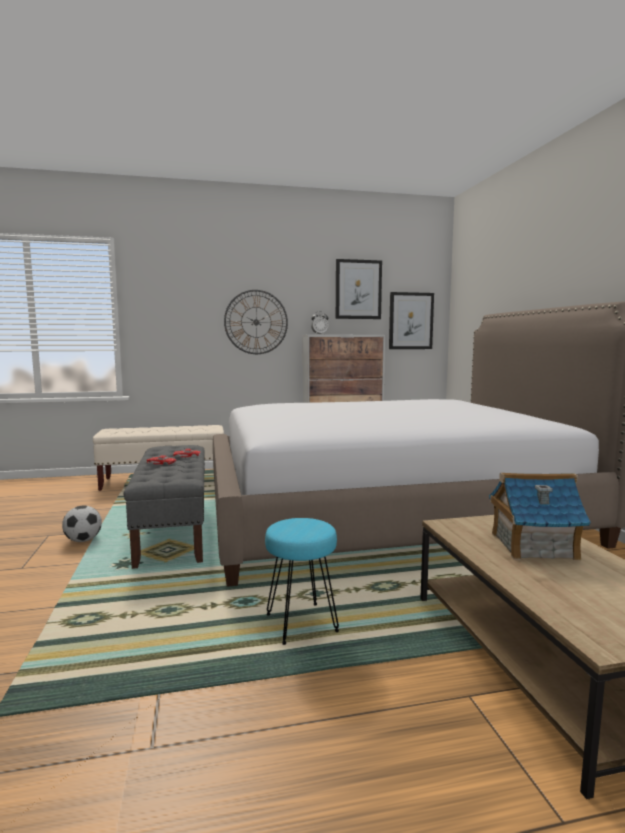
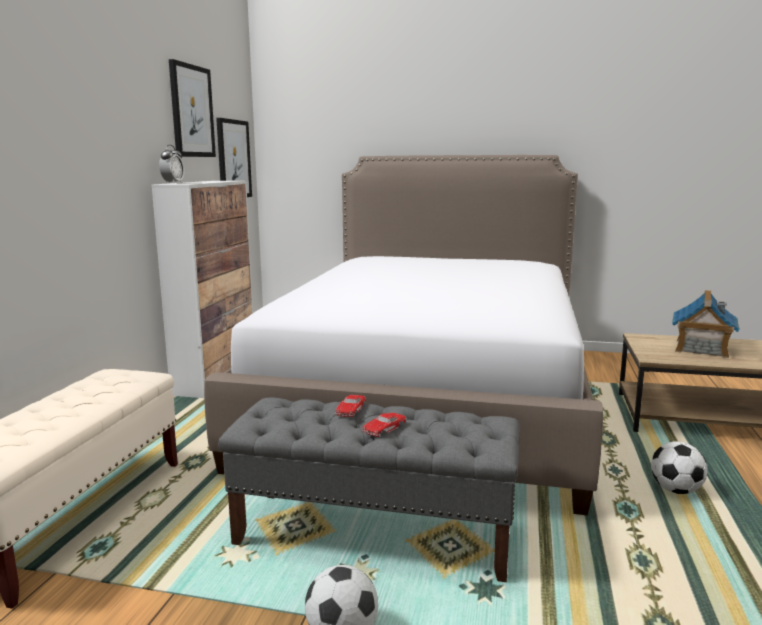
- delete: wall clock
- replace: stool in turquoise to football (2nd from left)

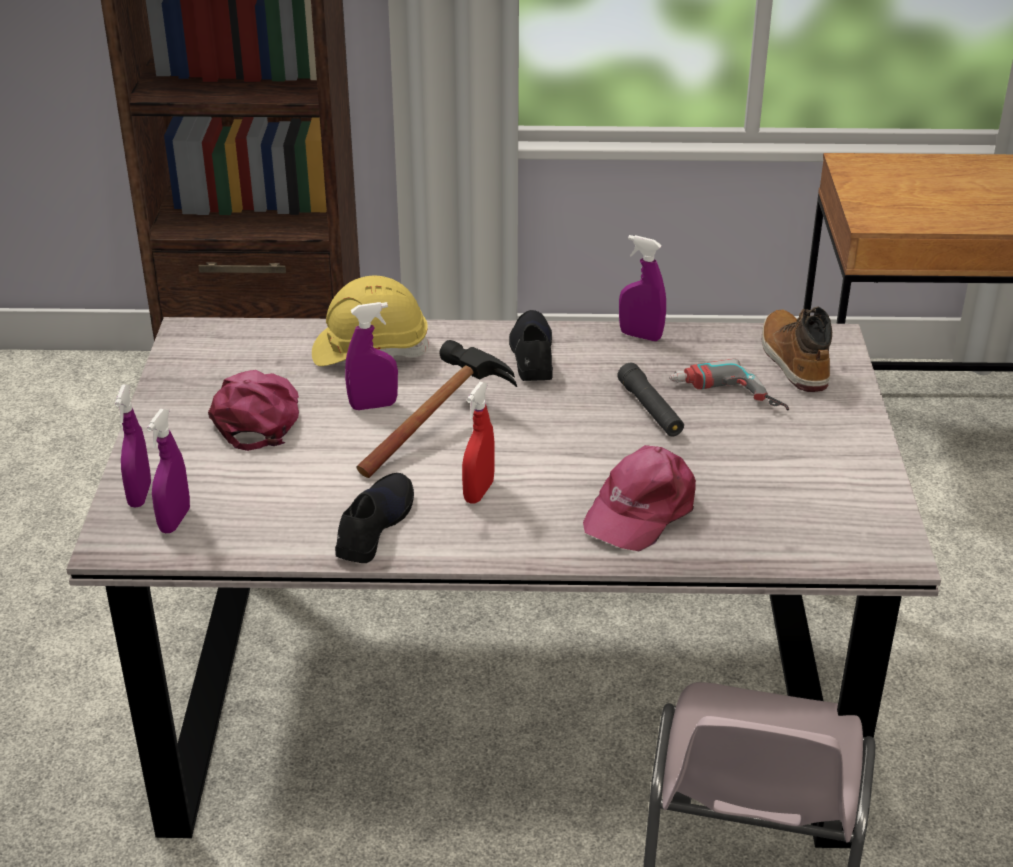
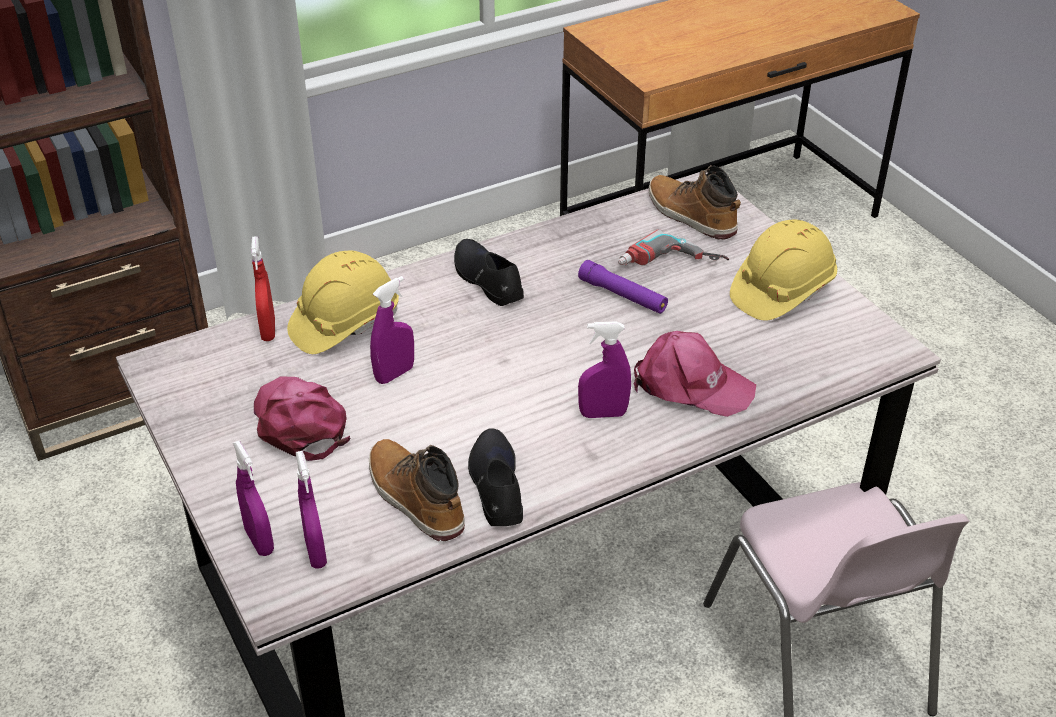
- delete: hammer
- insert: boot (1st from left)
- insert: hard hat in yellow (2nd from left)
- move: spray bottle in red
- move: spray bottle in purple (4th from left)
- recolor: flashlight in black to flashlight in purple
- rotate: cap in pink (2nd from left) 75 degrees counterclockwise

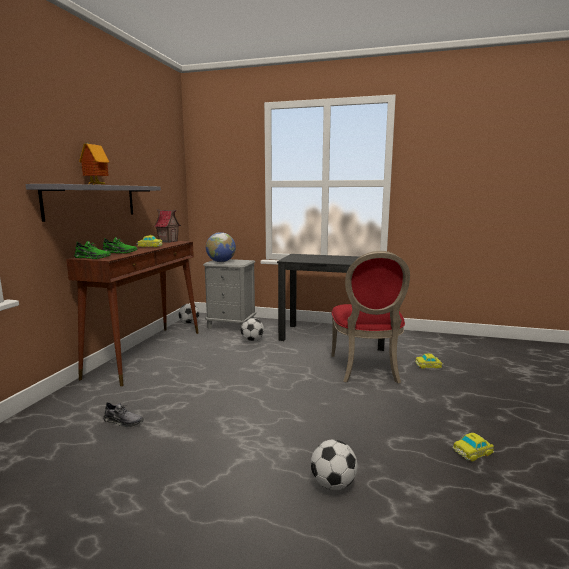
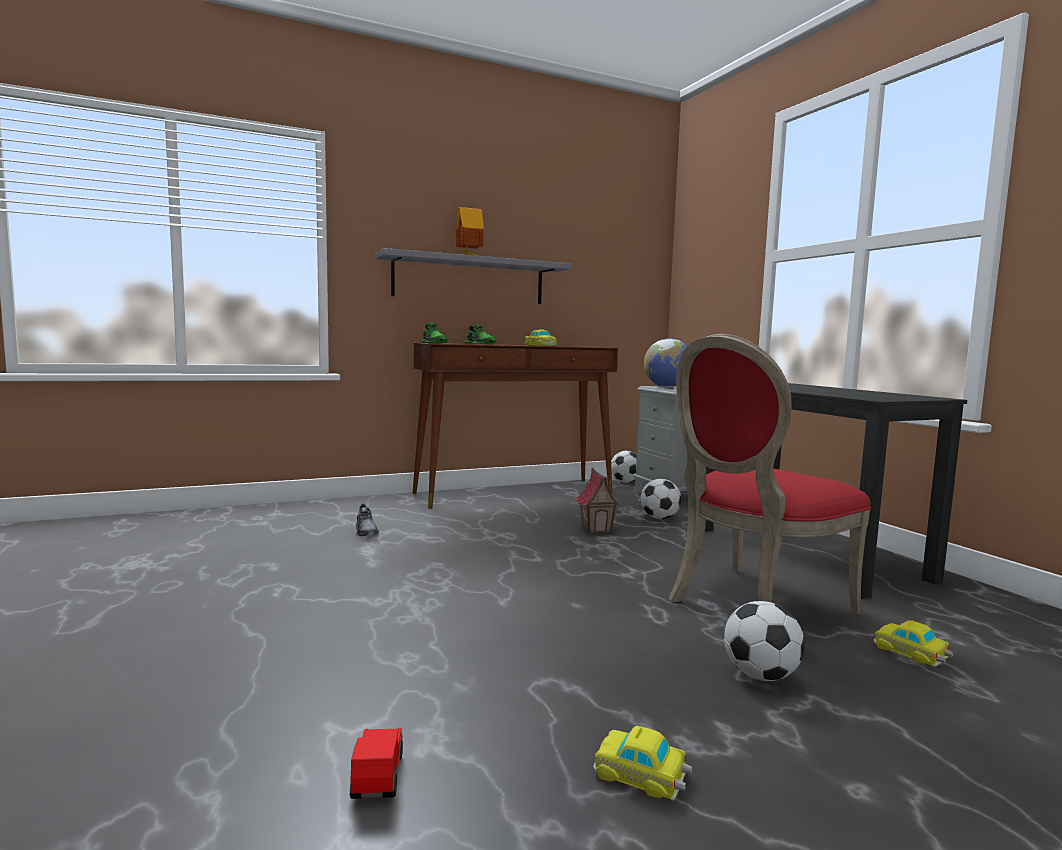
- insert: toy car (1st from left)
- move: toy house (2nd from left)
- move: football (3rd from left)

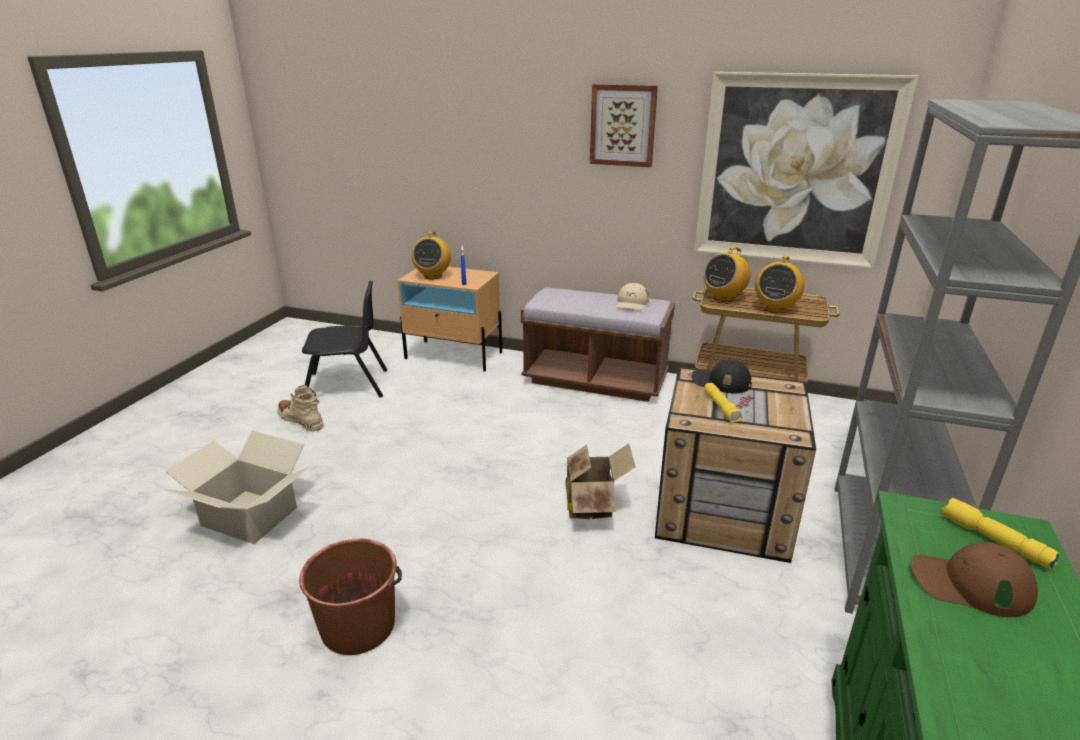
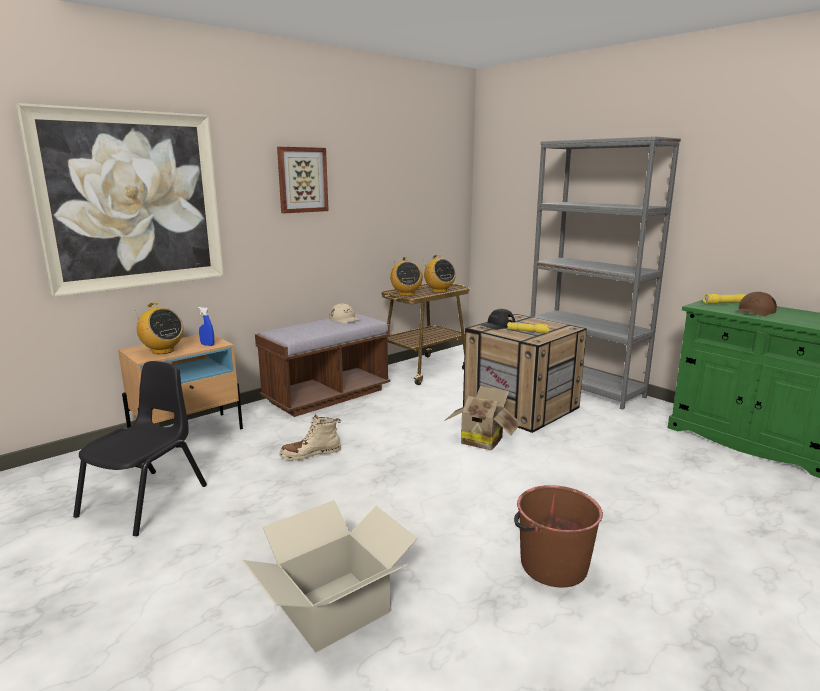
- move: boot in beige
- move: picture (2nd from left in the first image) to picture (1st from left)

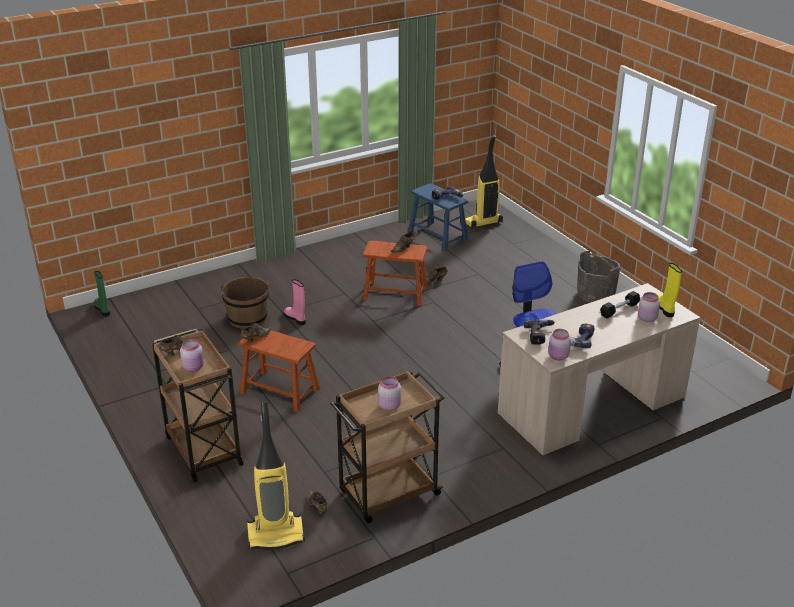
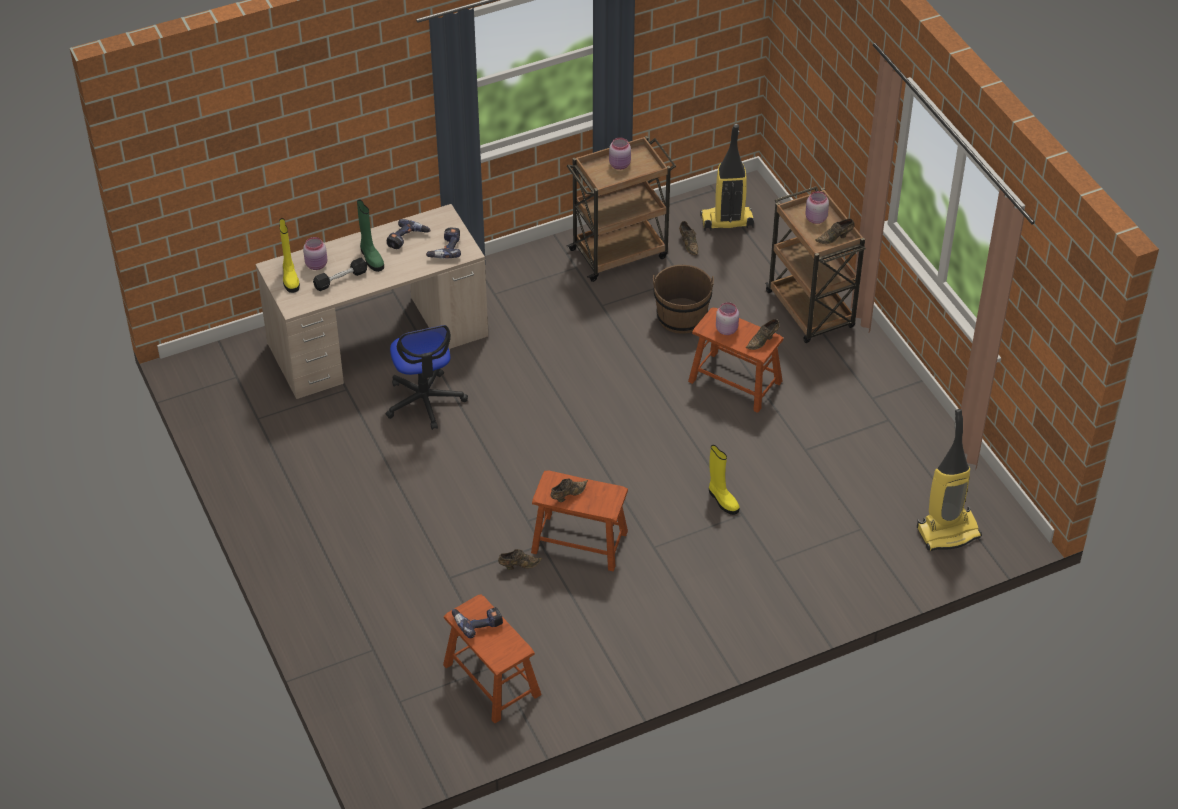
- delete: bucket in grey
- move: boot in green
- move: bucket in brown
- move: vacuum cleaner (2nd from left)
- move: jar in pink (3rd from left)
- recolor: boot in pink to boot in yellow (2nd from left)
- recolor: stool in blue to stool in brown (1st from left)

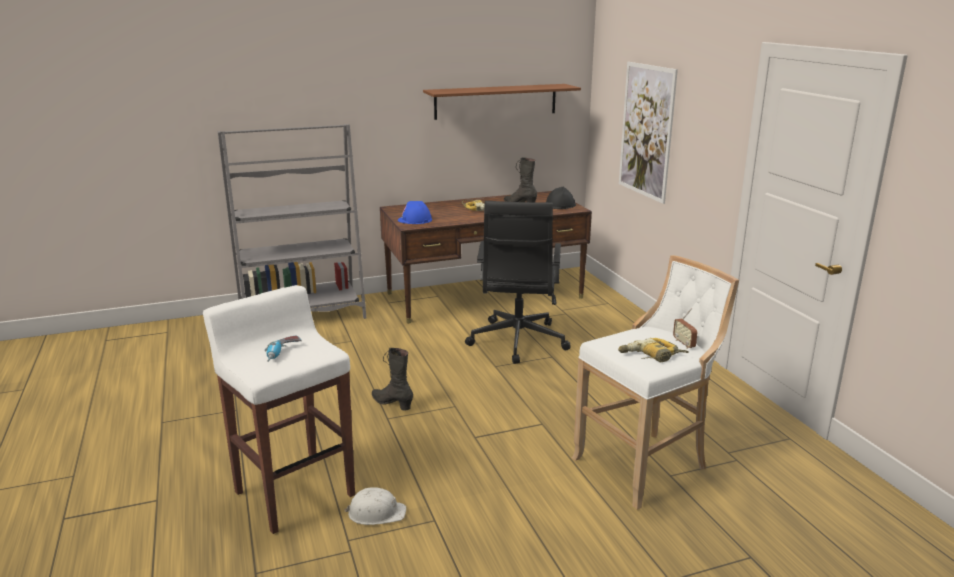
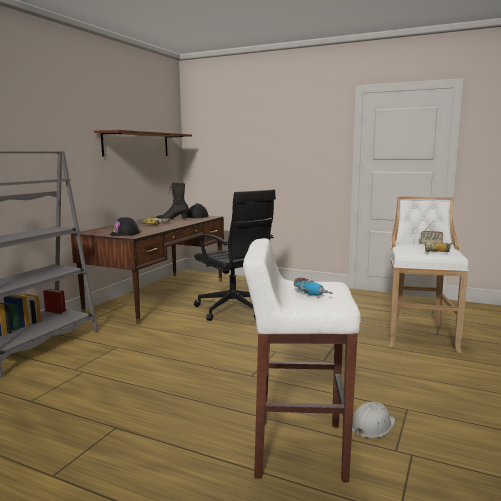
- delete: boot in black (1st from left)
- delete: picture
- recolor: hard hat in blue to hard hat in black (1st from left)

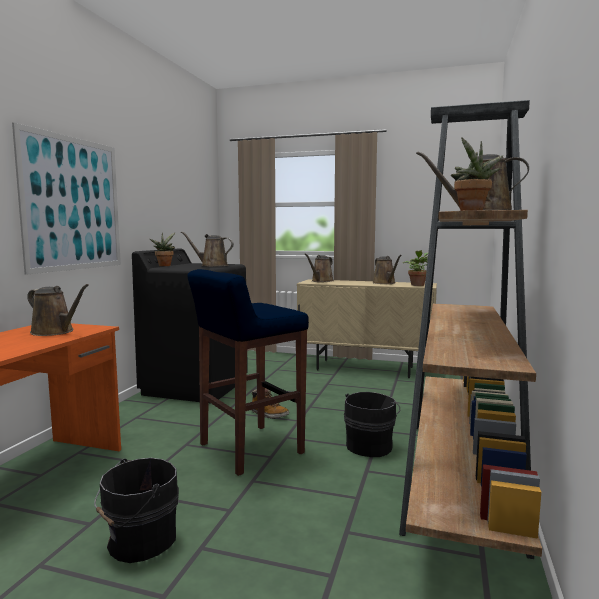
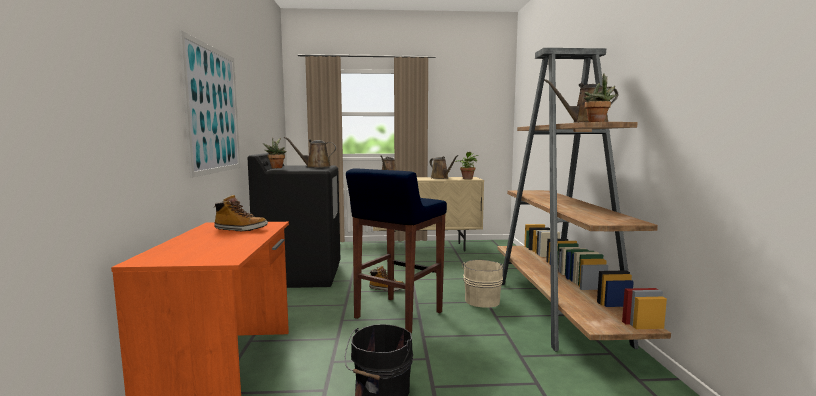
- replace: watering can in brown (1st from left) to boot (1st from left)
- recolor: bucket in black (2nd from left) to bucket in beige

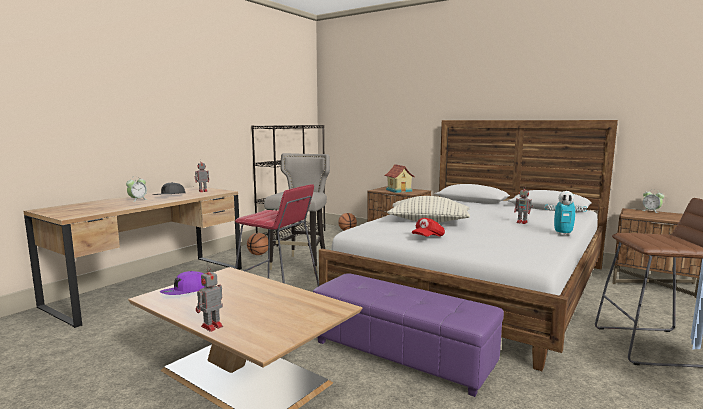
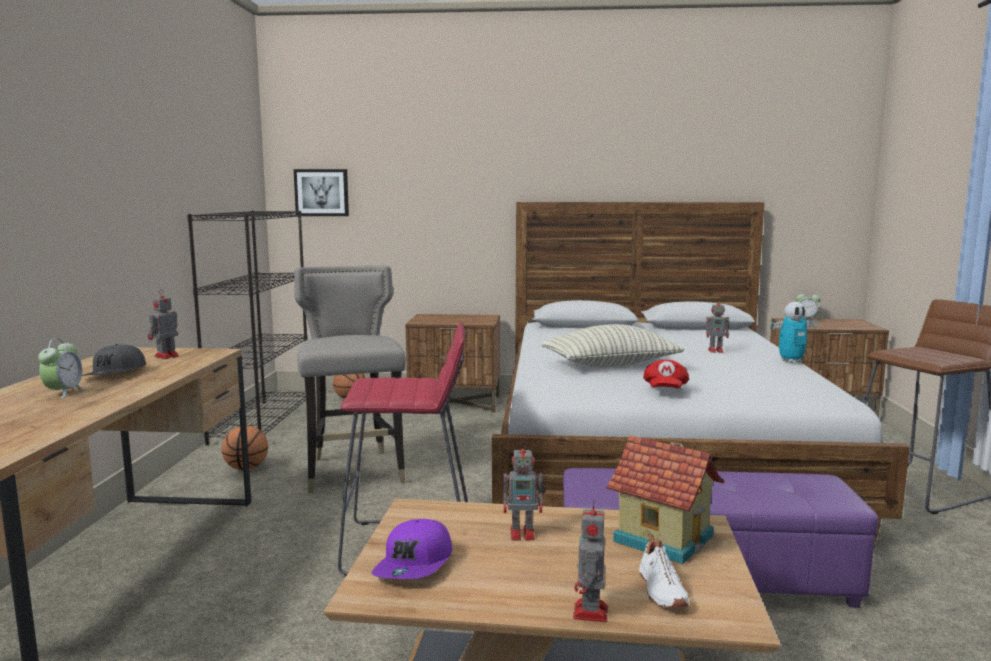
- insert: picture
- insert: toy robot (2nd from left)
- insert: shoe in white
- move: toy house

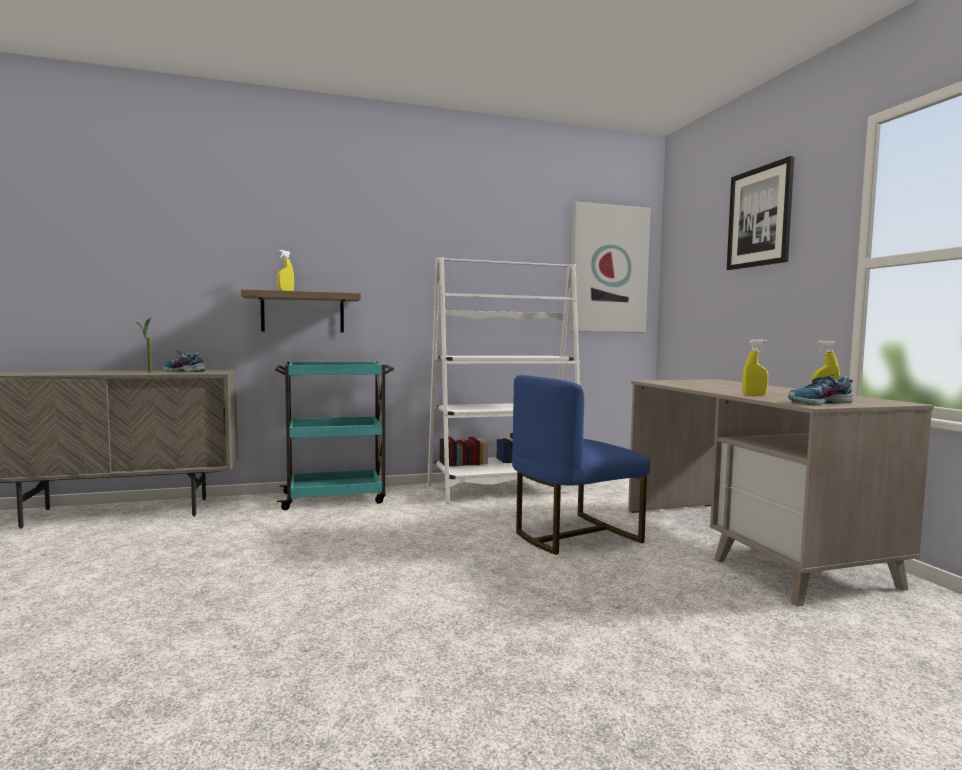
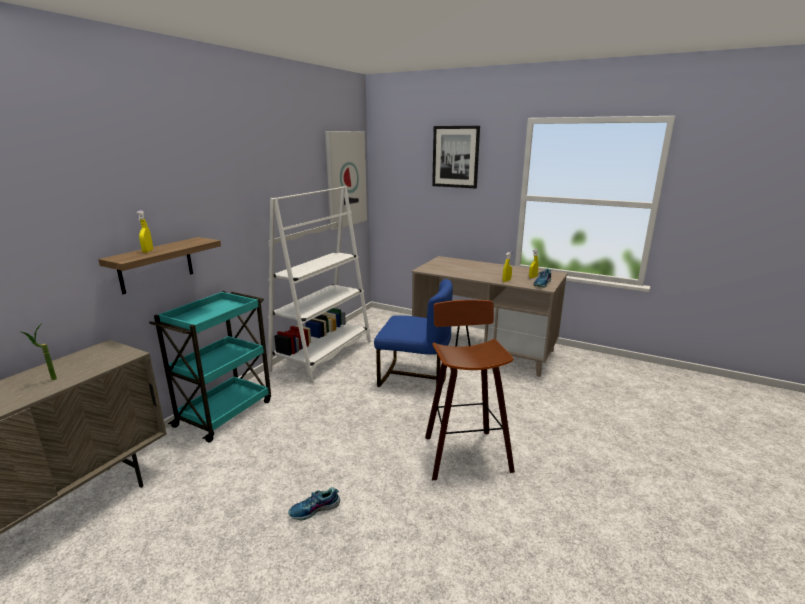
- insert: stool
- move: shoe (1st from left)
- rotate: chair in blue 90 degrees counterclockwise

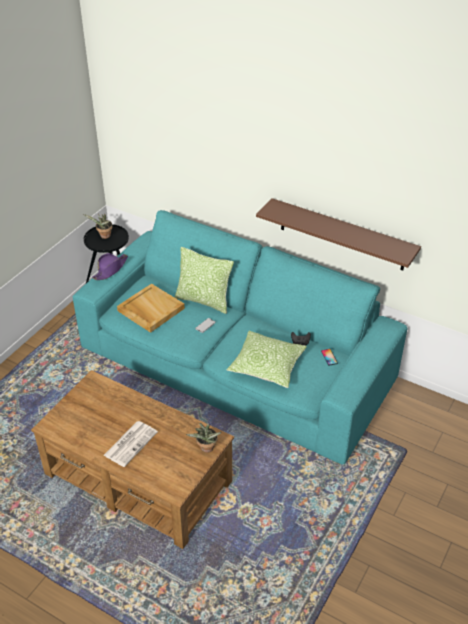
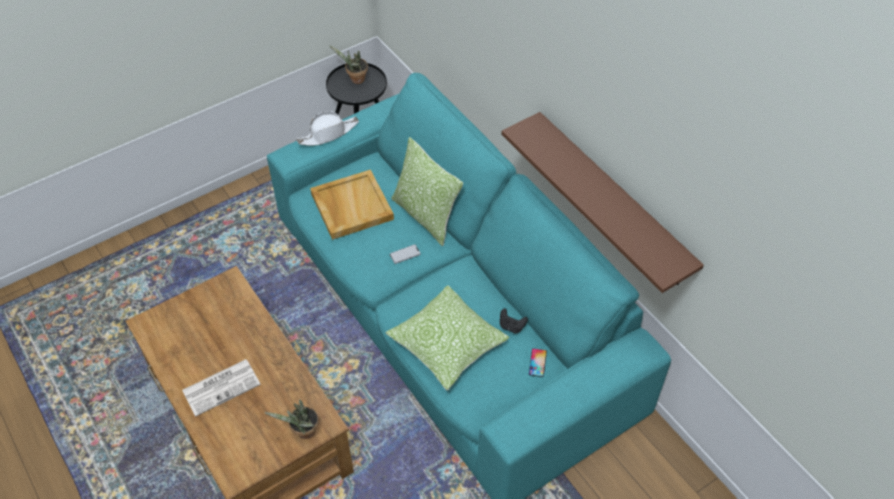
- recolor: hat in purple to hat in white

